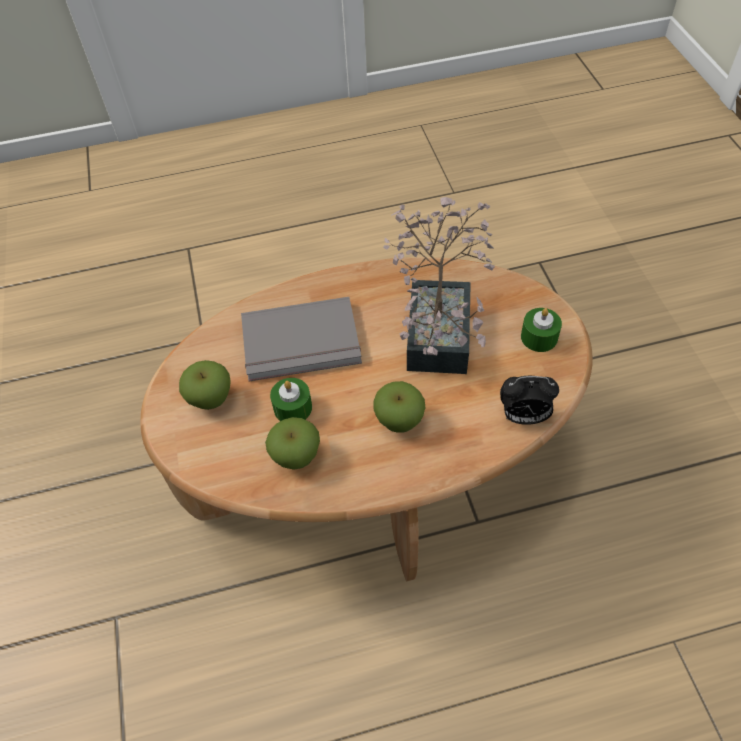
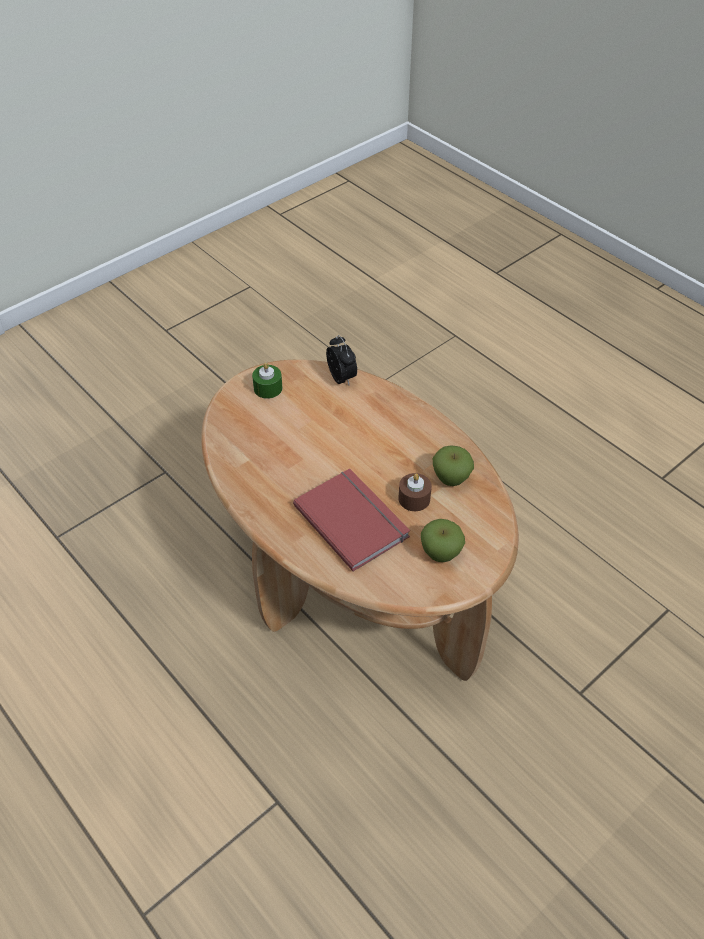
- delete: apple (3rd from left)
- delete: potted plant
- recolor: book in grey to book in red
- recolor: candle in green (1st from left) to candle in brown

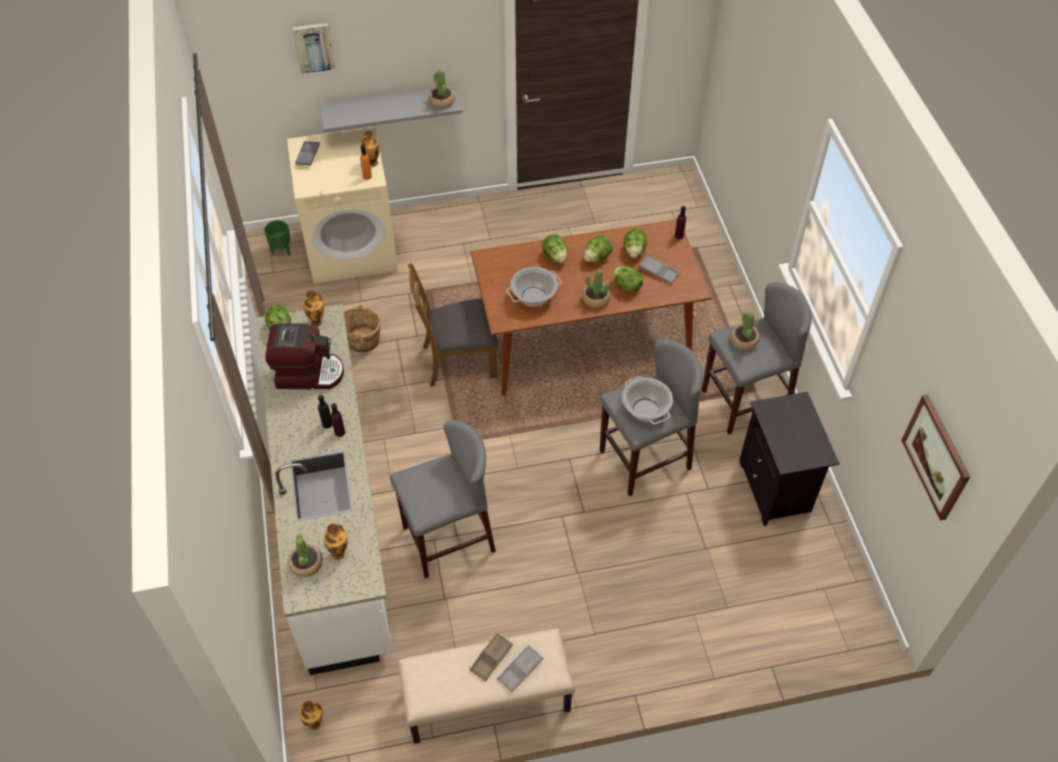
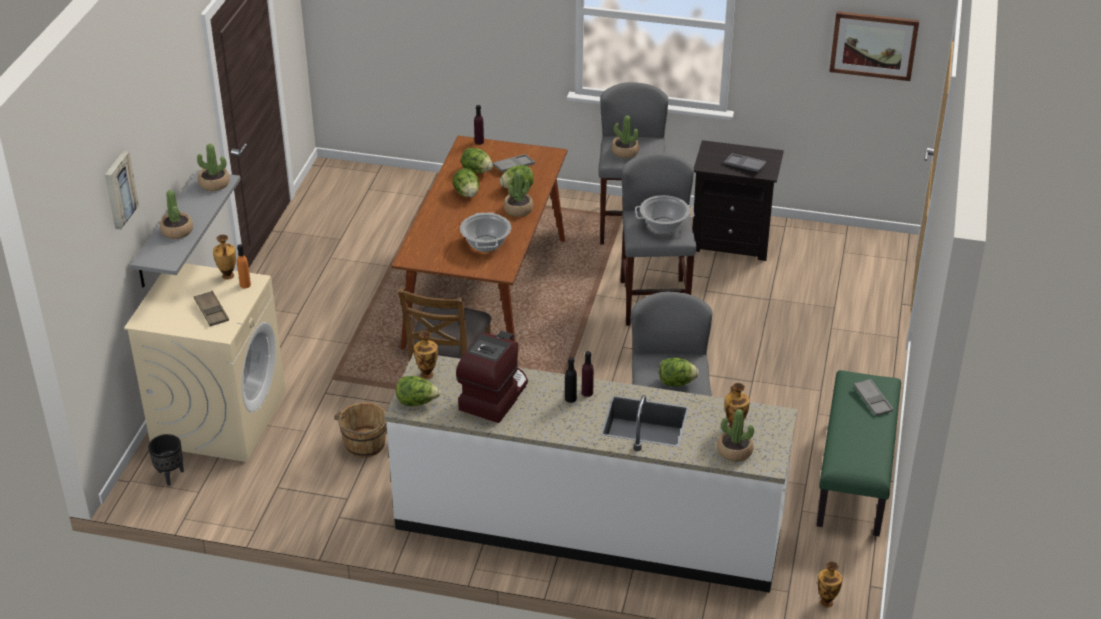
- insert: potted plant (1st from left)
- move: tray in grey (1st from left in the first image) to tray in grey (2nd from left)
- move: tray in brown
- move: lettuce (2nd from left in the first image) to lettuce (5th from left)
- recolor: planter in green to planter in black
- recolor: bench in beige to bench in green

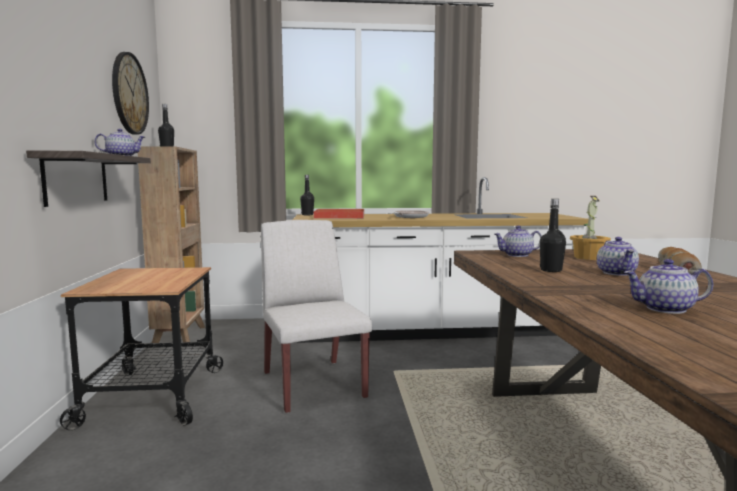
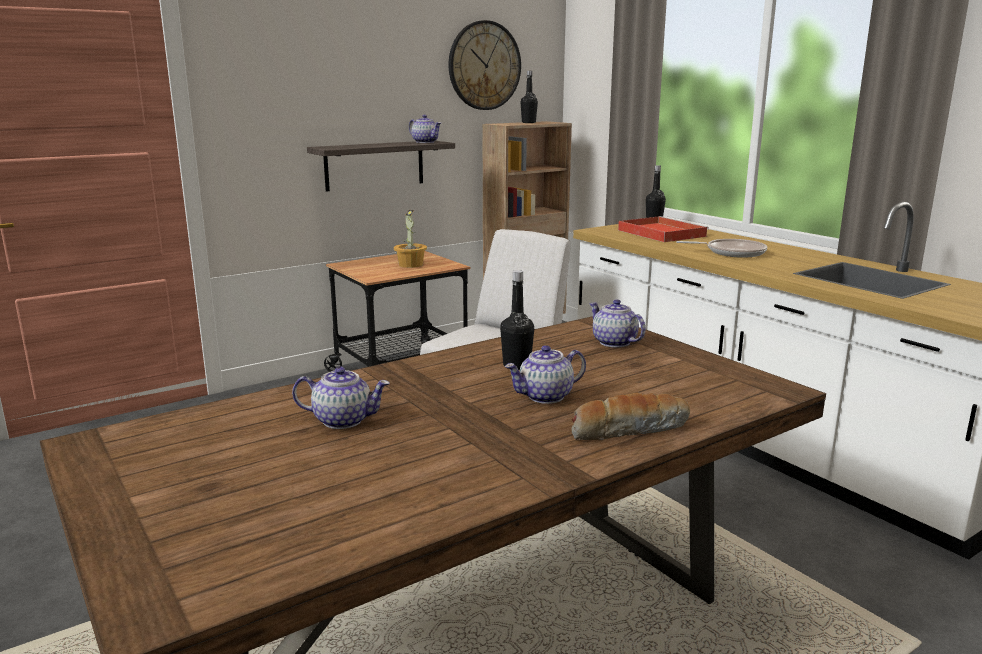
- move: potted plant
- rotate: teapot (4th from left in the first image) 120 degrees clockwise

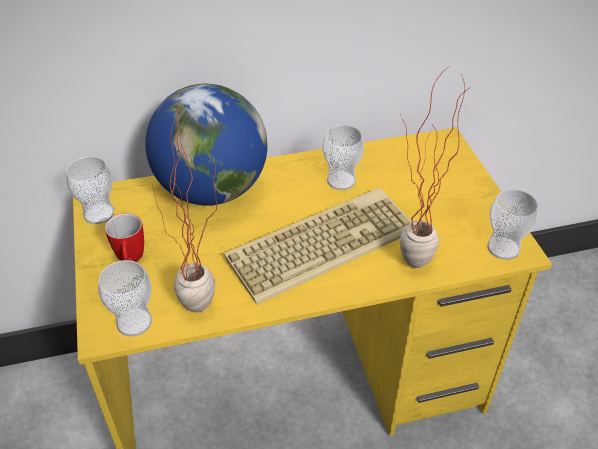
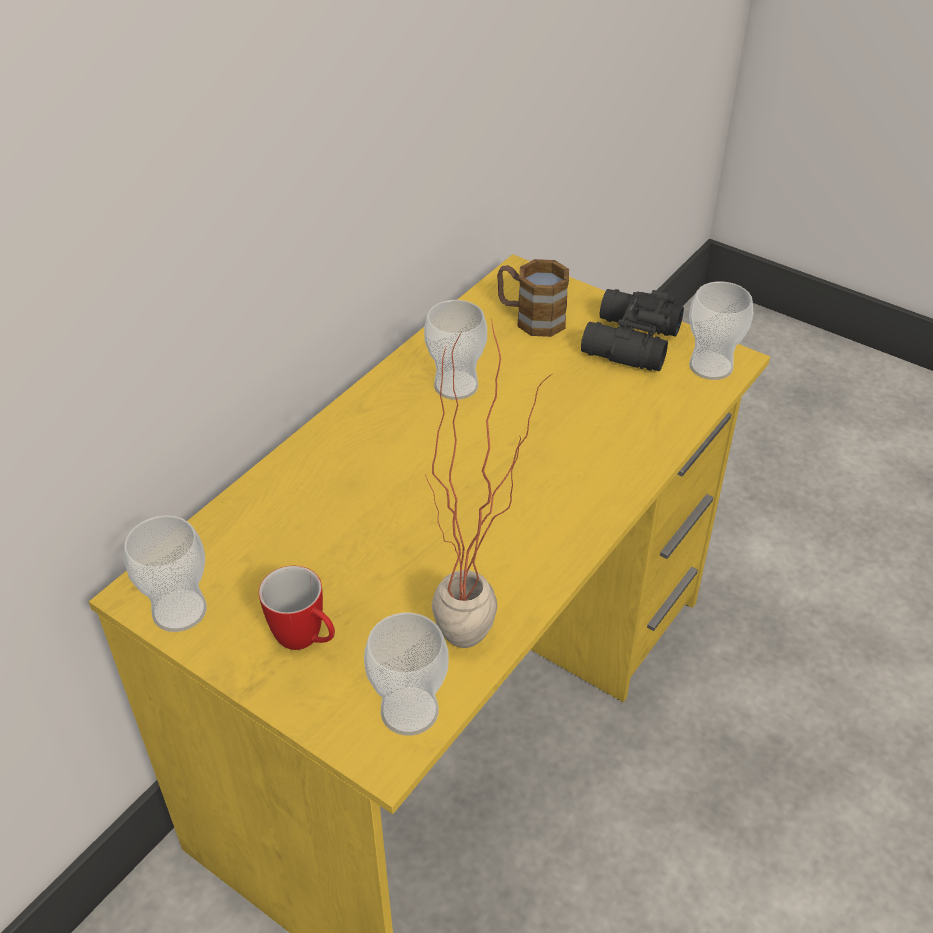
- delete: globe
- delete: keyboard
- delete: potted plant (2nd from left)
- insert: mug (2nd from left)
- insert: binoculars in black

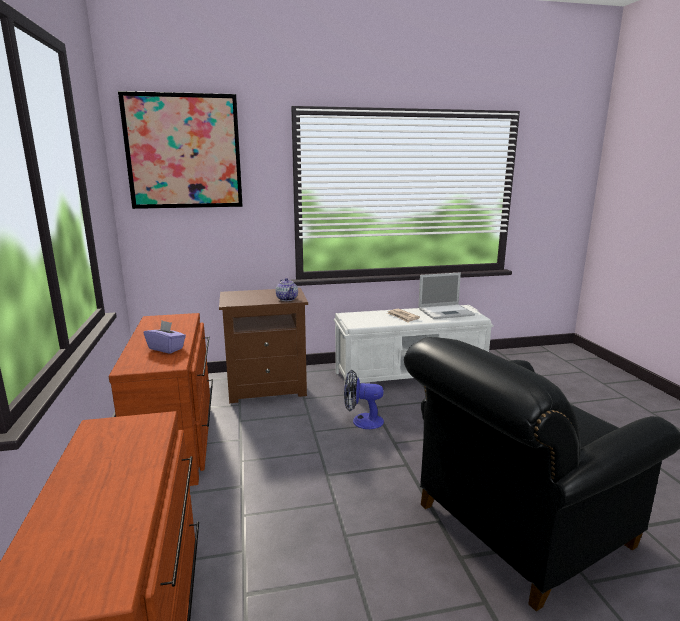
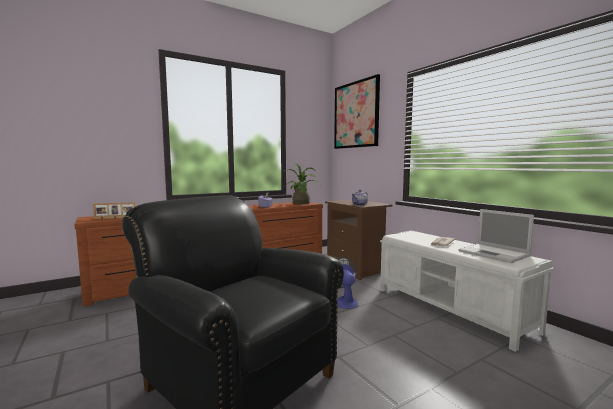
- insert: picture frame
- insert: potted plant

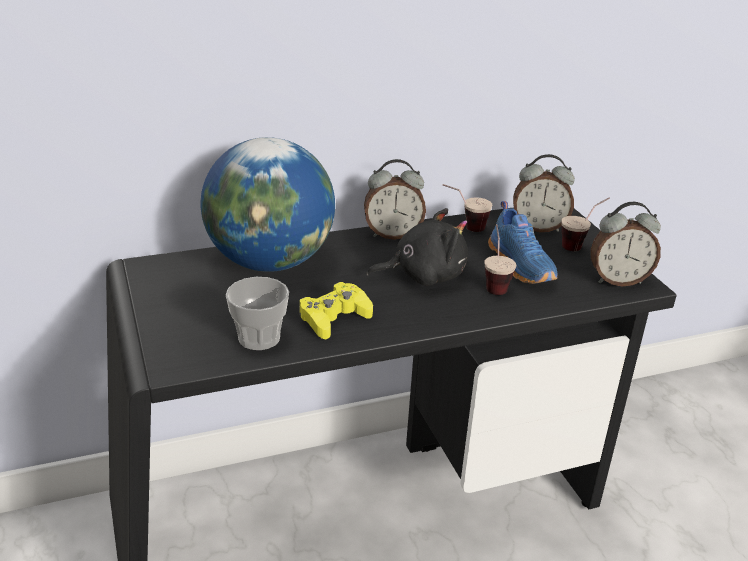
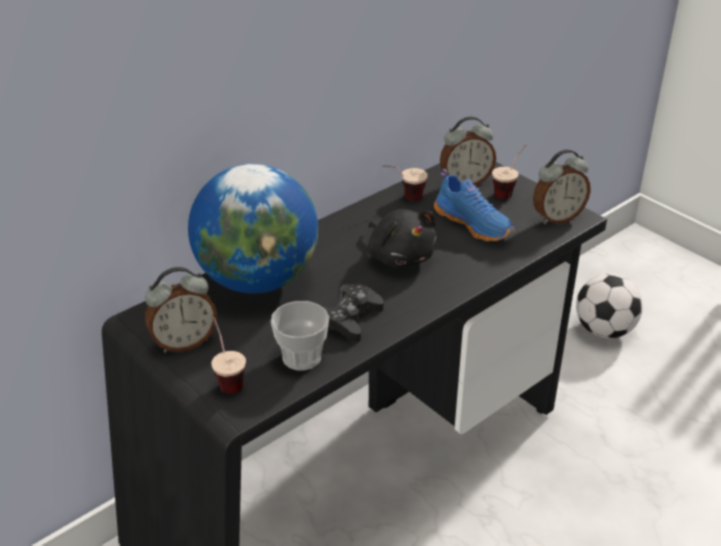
- insert: football
- move: alarm clock (1st from left)
- move: cup (3rd from left in the first image) to cup (1st from left)
- recolor: game controller in yellow to game controller in black
- rotate: plush toy in black 90 degrees clockwise

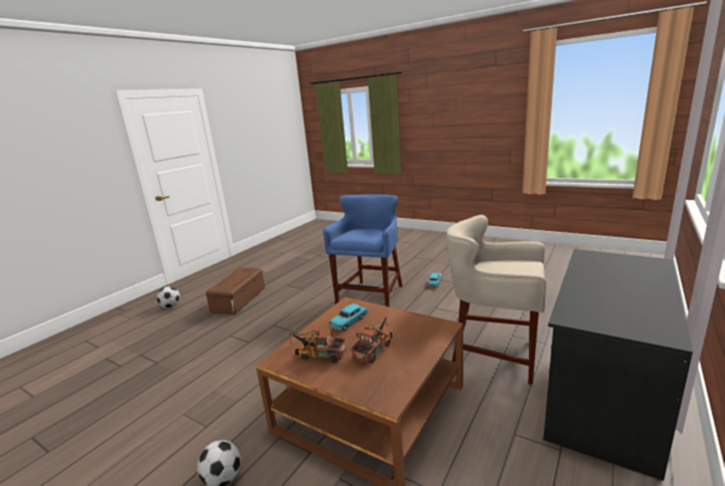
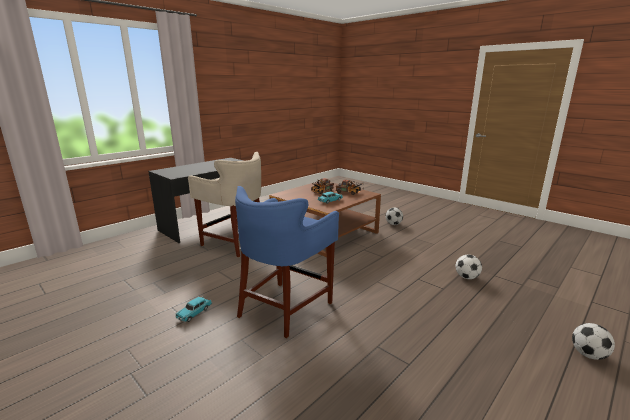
- delete: storage box in brown
- insert: football (2nd from left)

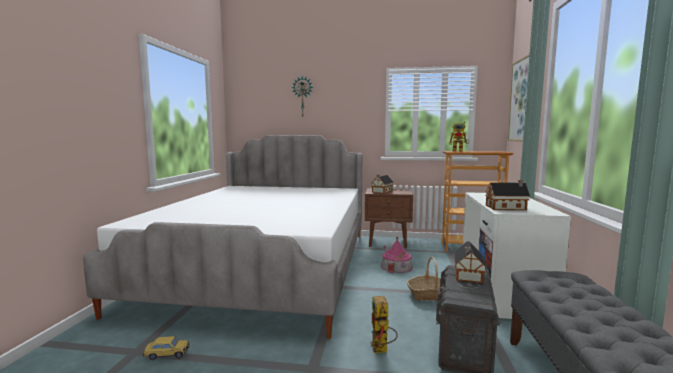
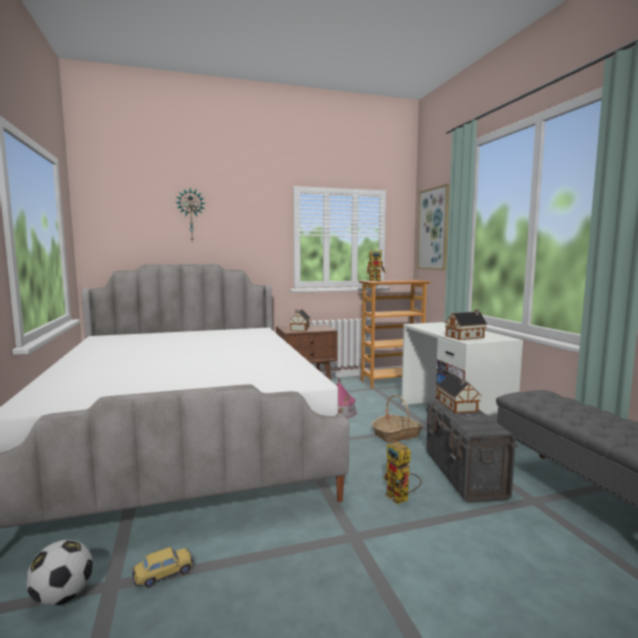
- insert: football

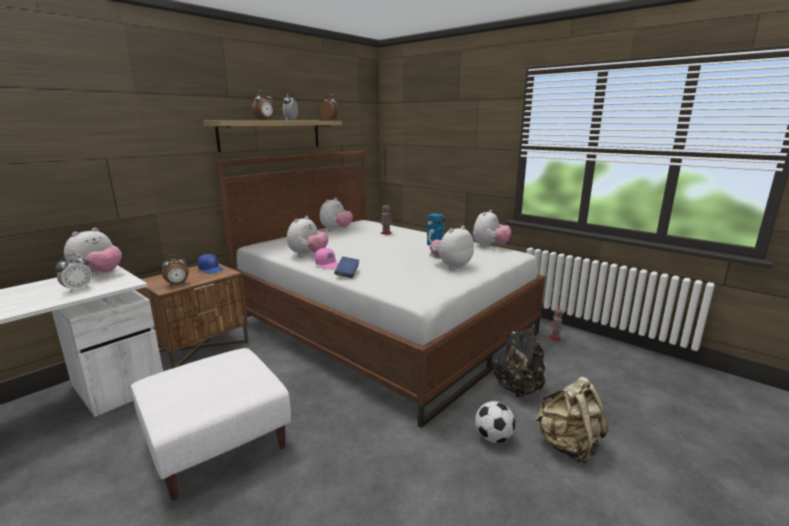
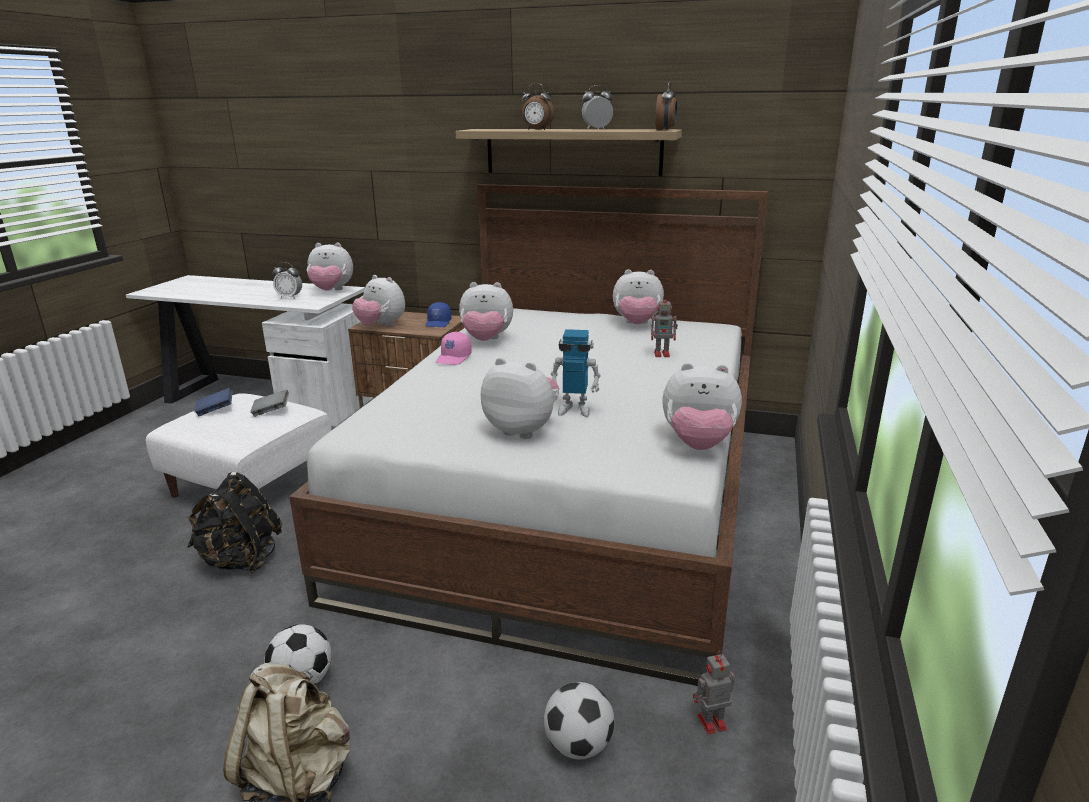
- insert: book in grey
- insert: football (2nd from left)
- move: book in blue
- move: backpack in black
- replace: alarm clock (2nd from left) to plush toy (2nd from left)

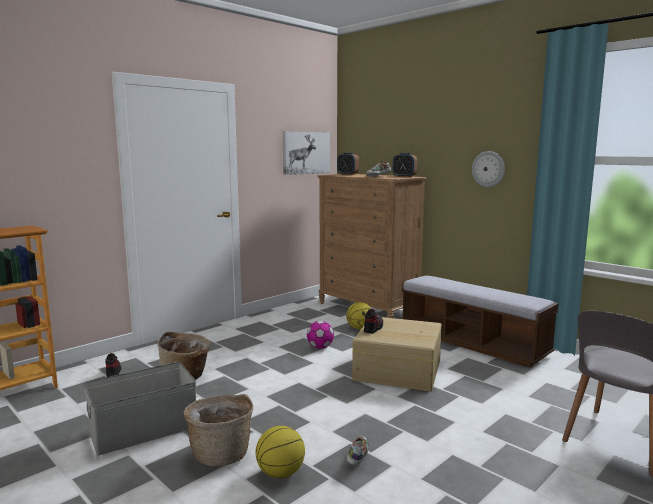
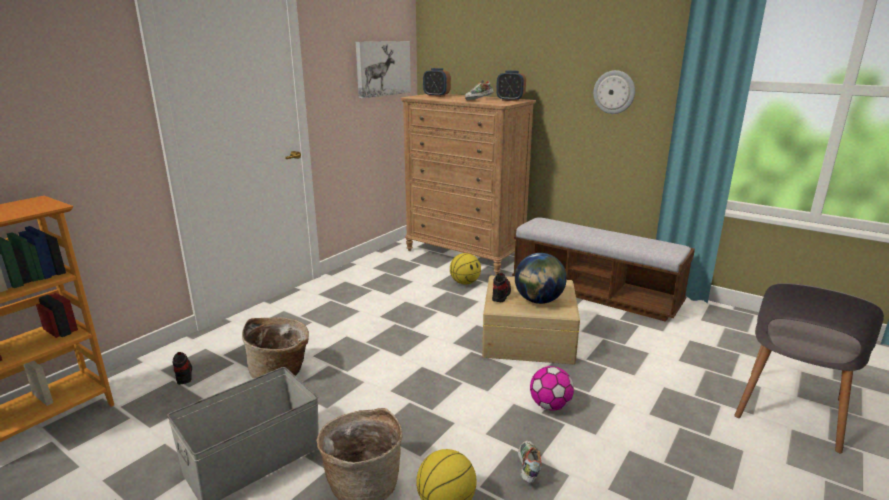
- insert: globe
- move: football

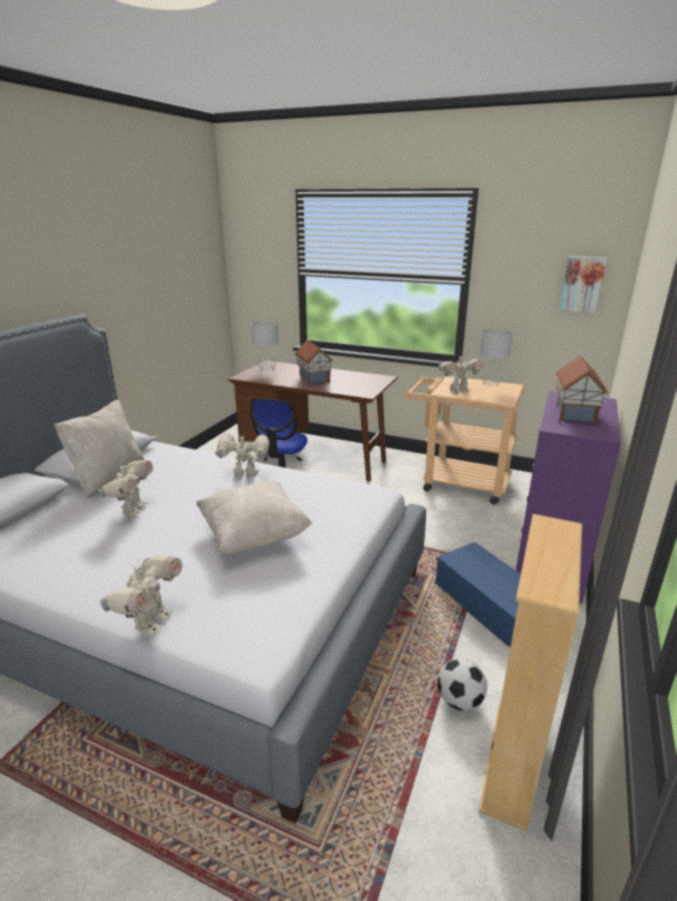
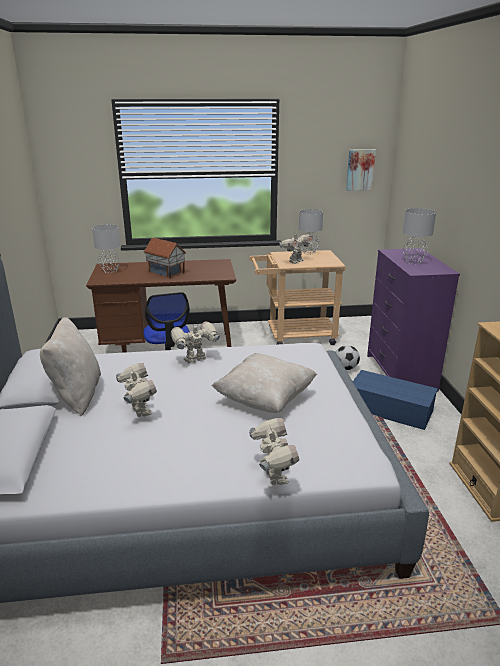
- move: football
- replace: toy house (2nd from left) to table lamp in grey (3rd from left)

